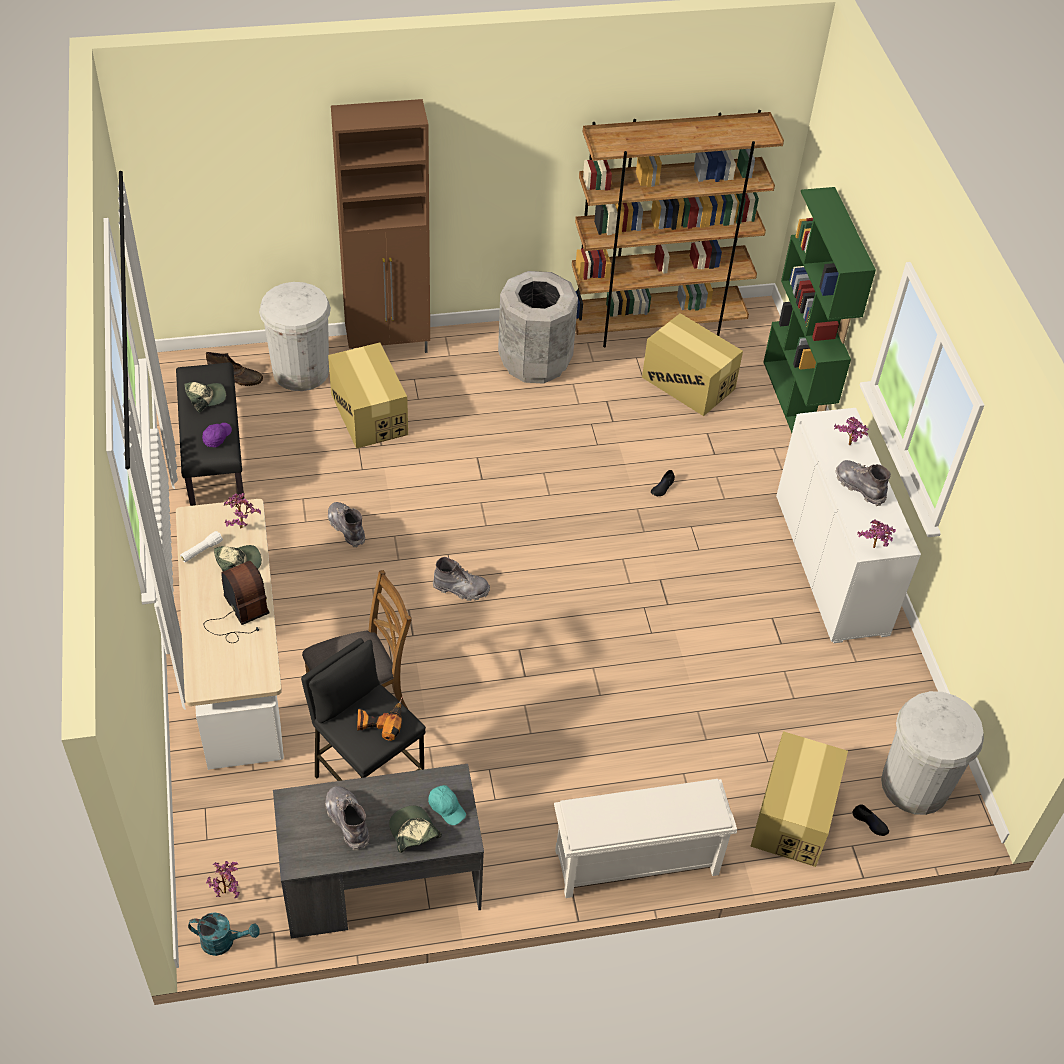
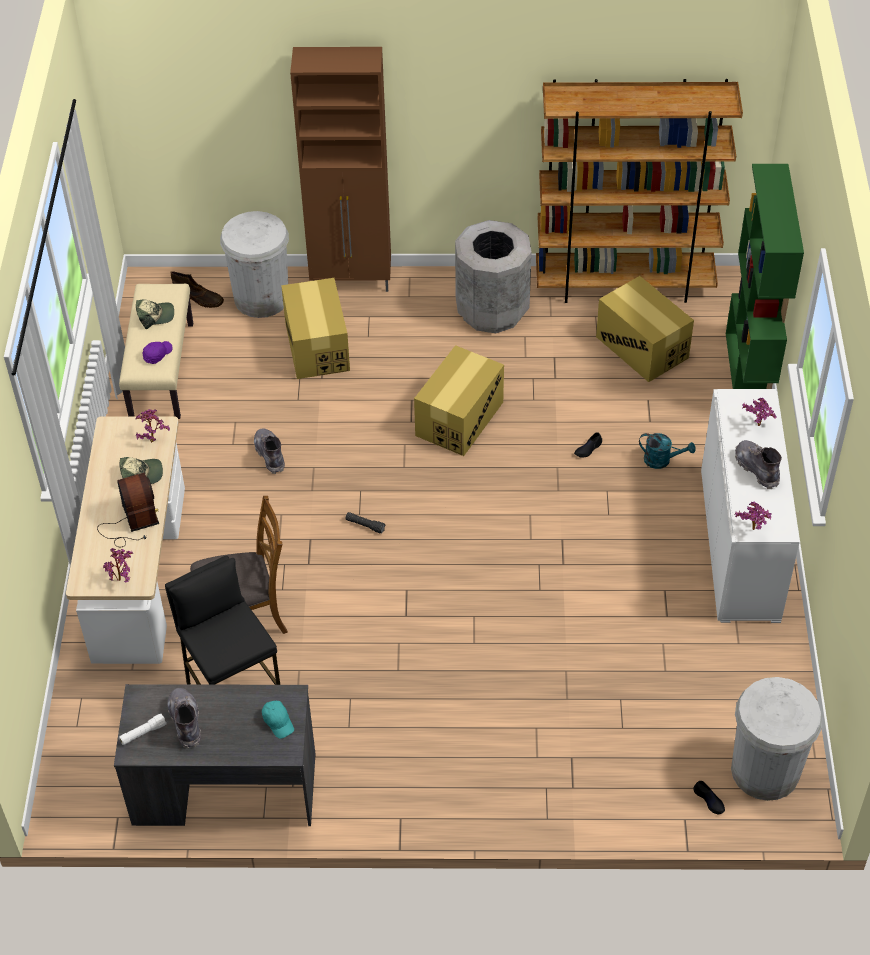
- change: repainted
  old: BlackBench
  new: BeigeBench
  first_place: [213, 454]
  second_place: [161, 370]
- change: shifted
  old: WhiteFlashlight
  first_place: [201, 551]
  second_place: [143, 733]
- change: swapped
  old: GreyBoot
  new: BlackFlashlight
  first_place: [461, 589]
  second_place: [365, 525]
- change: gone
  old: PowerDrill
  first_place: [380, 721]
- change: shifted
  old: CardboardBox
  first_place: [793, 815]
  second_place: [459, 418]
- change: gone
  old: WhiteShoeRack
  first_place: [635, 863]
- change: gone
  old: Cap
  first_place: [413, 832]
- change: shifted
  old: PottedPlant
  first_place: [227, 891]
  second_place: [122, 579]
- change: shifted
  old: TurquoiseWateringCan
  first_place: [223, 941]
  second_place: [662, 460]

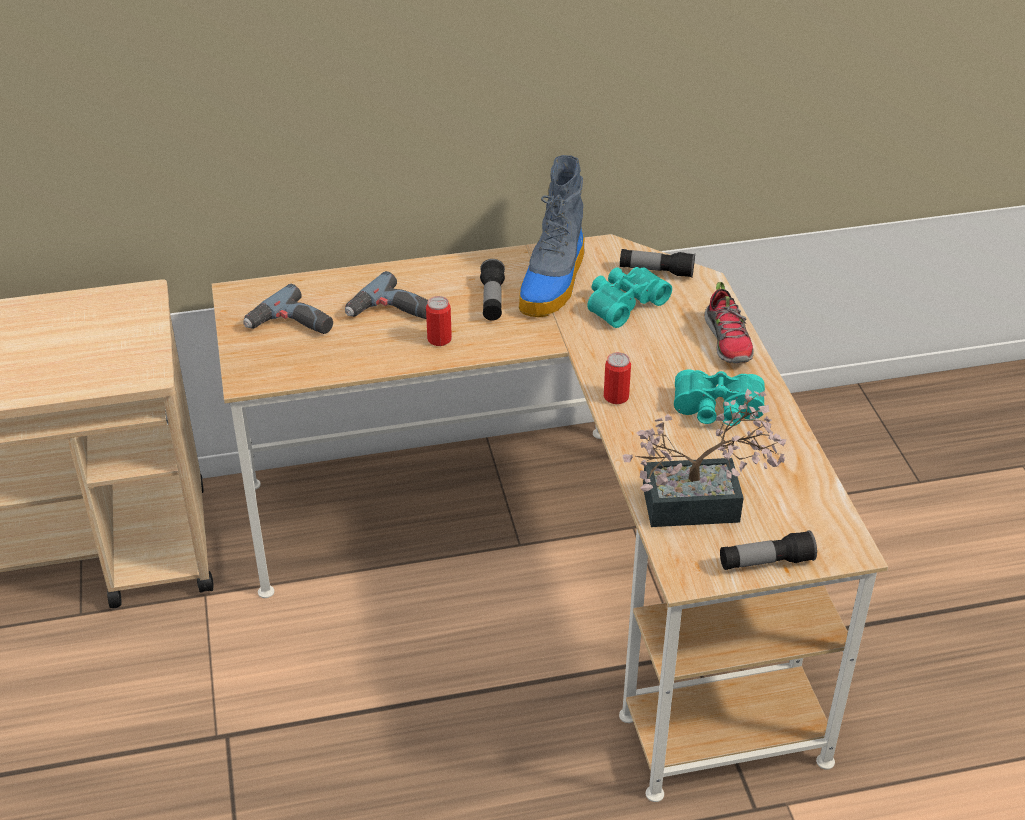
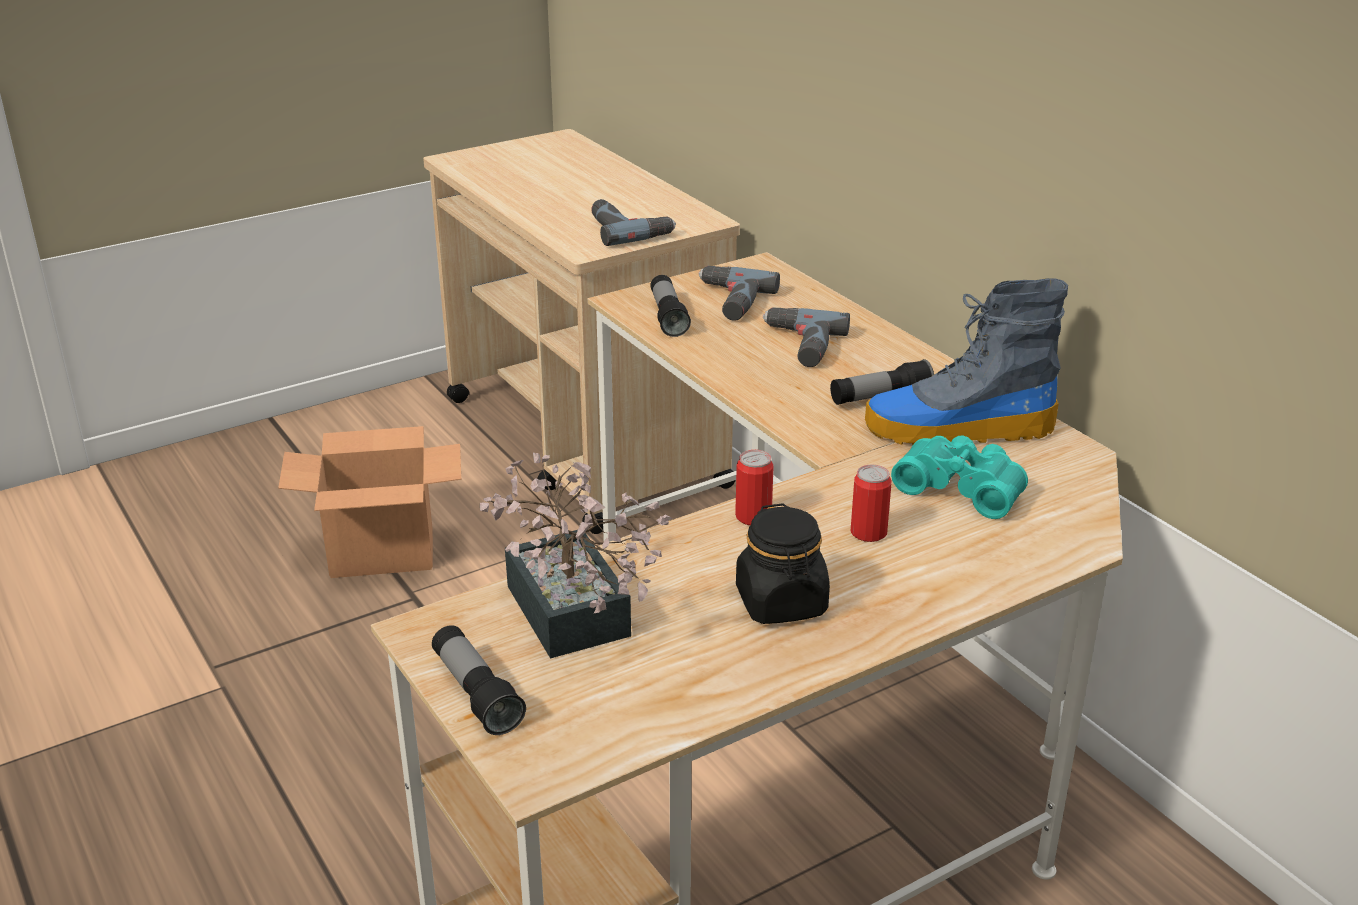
- change: shifted
  old: Flashlight
  first_place: [656, 271]
  second_place: [668, 317]
- change: gone
  old: Shoe
  first_place: [728, 341]
- change: shifted
  old: Can
  first_place: [439, 339]
  second_place: [868, 532]
- change: swapped
  old: TurquoiseBinoculars
  new: BlackJar
  first_place: [718, 411]
  second_place: [781, 603]
- change: new
  new: PowerDrill
  second_place: [628, 229]
- change: new
  new: CardboardBox
  second_place: [383, 553]

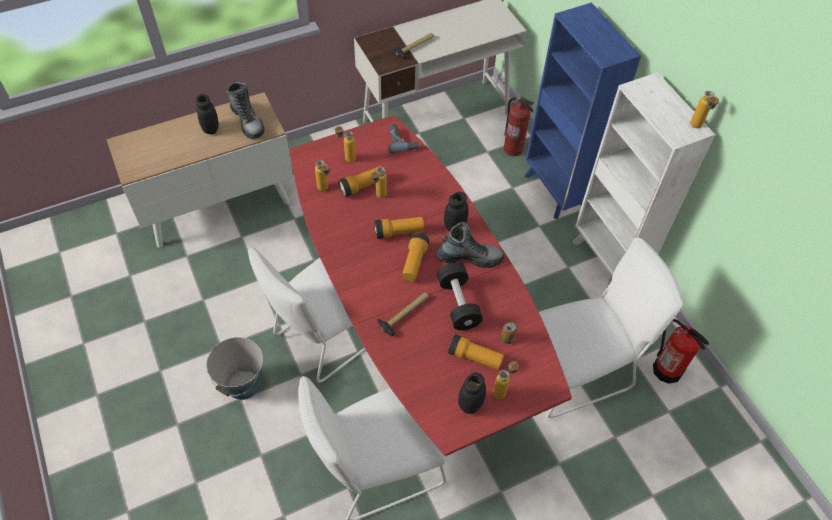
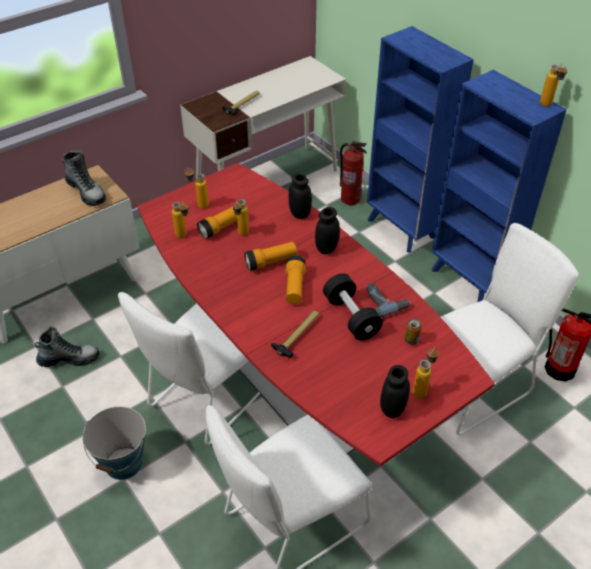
- change: repainted
  old: WhiteBookcase
  new: BlueBookcase
  first_place: [607, 260]
  second_place: [469, 281]
- change: shifted
  old: BlackJar
  first_place: [210, 129]
  second_place: [300, 213]
- change: shifted
  old: PowerDrill
  first_place: [402, 141]
  second_place: [385, 301]
- change: shifted
  old: Boot
  first_place: [469, 257]
  second_place: [69, 359]
- change: gone
  old: Flashlight
  first_place: [475, 357]

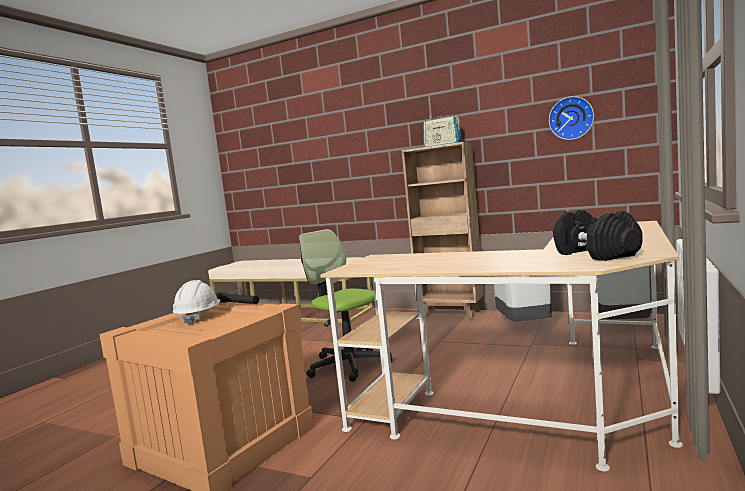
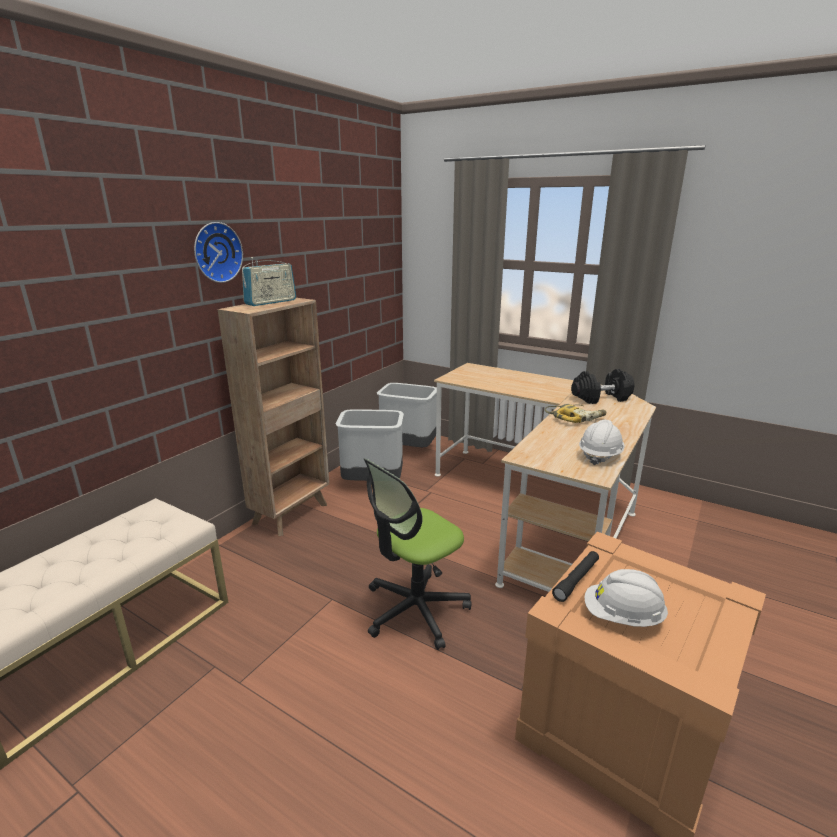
- change: shifted
  old: WallClock
  first_place: [571, 118]
  second_place: [216, 252]
- change: new
  new: PowerDrill
  second_place: [575, 417]
- change: new
  new: WhiteHardHat
  second_place: [600, 455]

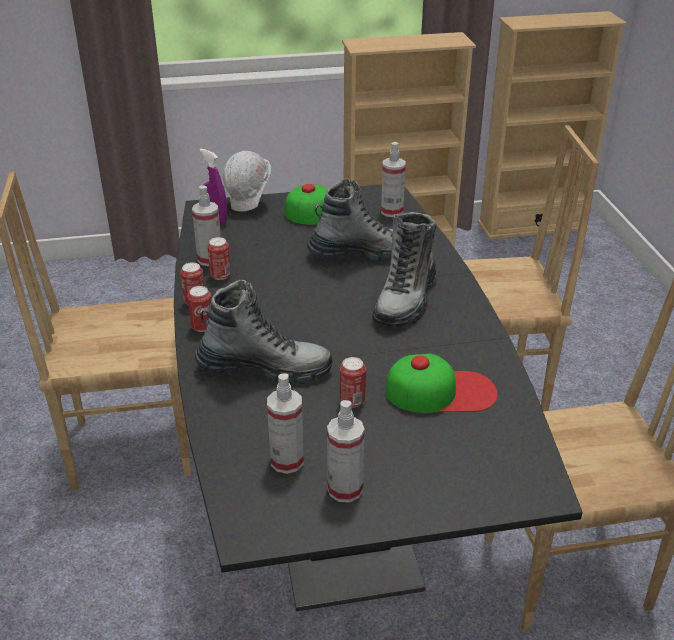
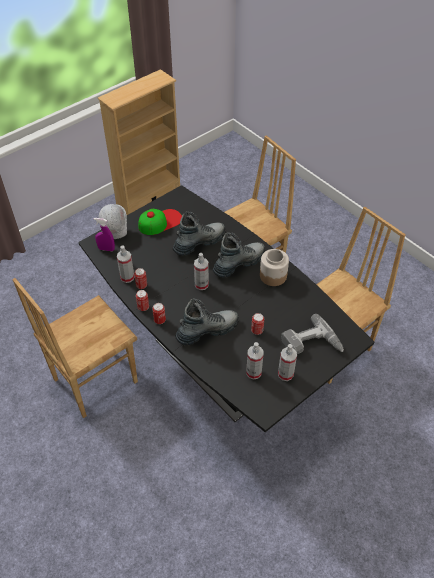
- change: gone
  old: BeigeBookcase
  first_place: [532, 226]
- change: shifted
  old: SprayBottle
  first_place: [392, 211]
  second_place: [201, 284]
- change: rotated
  old: Boot
  first_place: [406, 299]
  second_place: [239, 263]
  degrees: -120
- change: gone
  old: Cap
  first_place: [441, 391]
- change: new
  new: Jar
  second_place: [273, 275]
- change: new
  new: PowerDrill
  second_place: [312, 344]

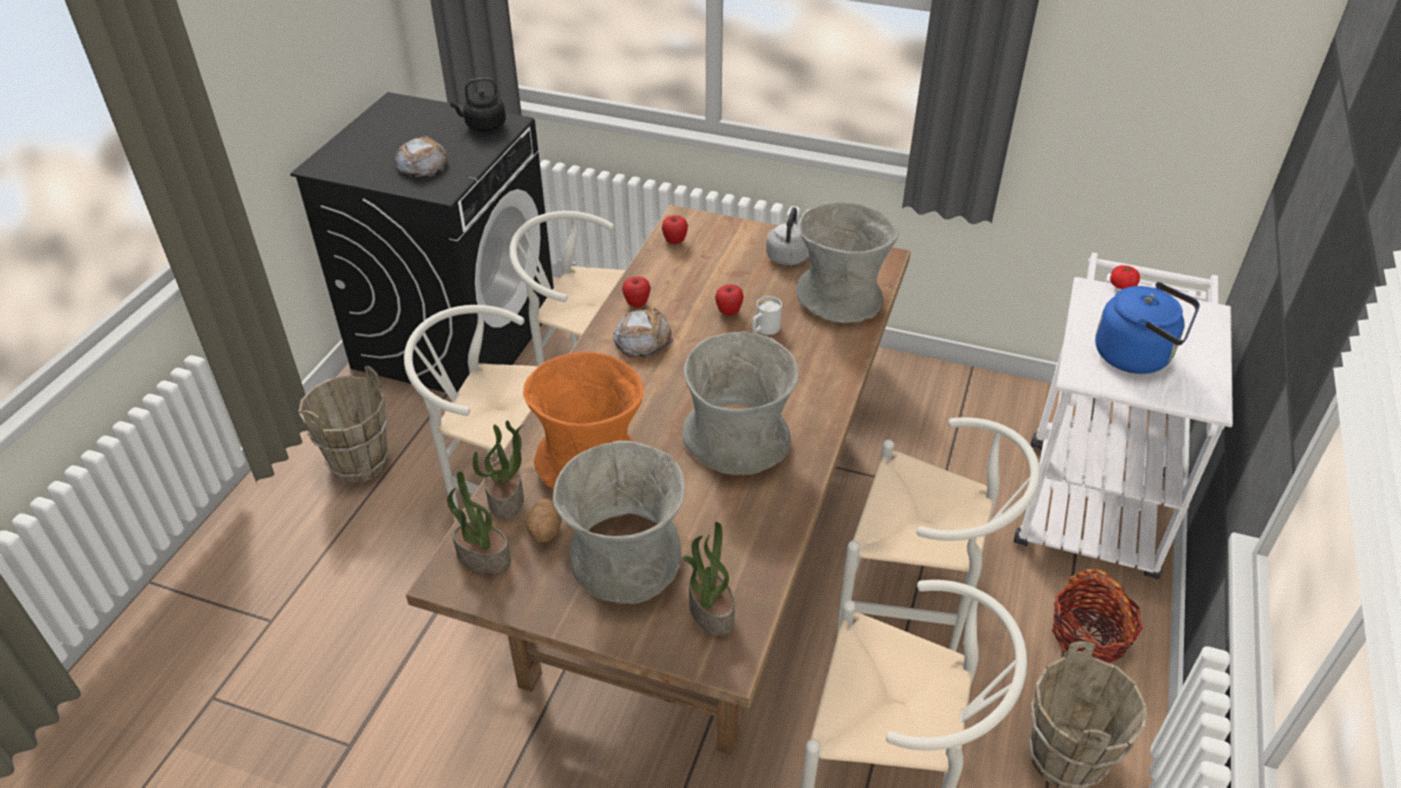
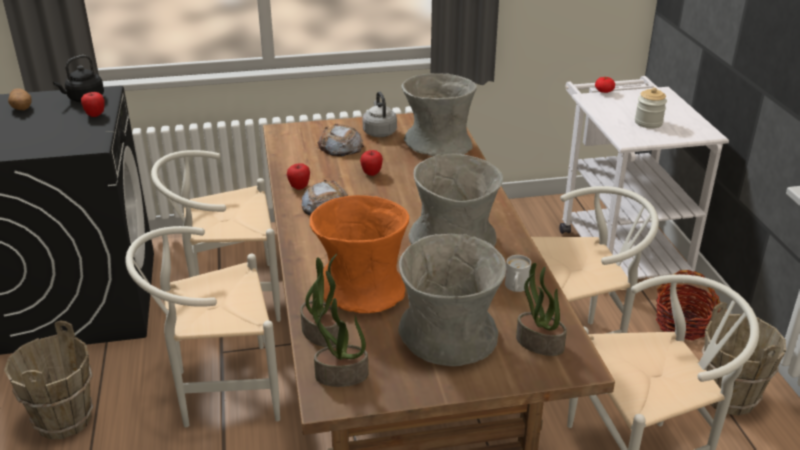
- change: shifted
  old: Bread
  first_place: [422, 164]
  second_place: [340, 146]
- change: shifted
  old: Apple
  first_place: [675, 241]
  second_place: [95, 115]
- change: swapped
  old: BlueKettle
  new: Jar
  first_place: [1137, 356]
  second_place: [648, 123]
- change: shifted
  old: WhiteMug
  first_place: [764, 330]
  second_place: [516, 288]
- change: shifted
  old: Potato
  first_place: [545, 532]
  second_place: [22, 108]

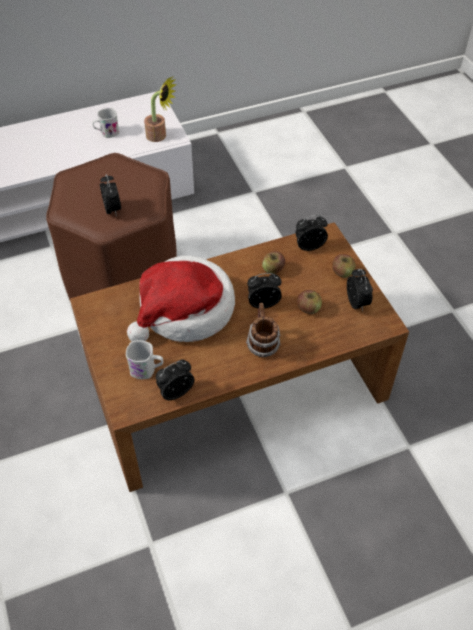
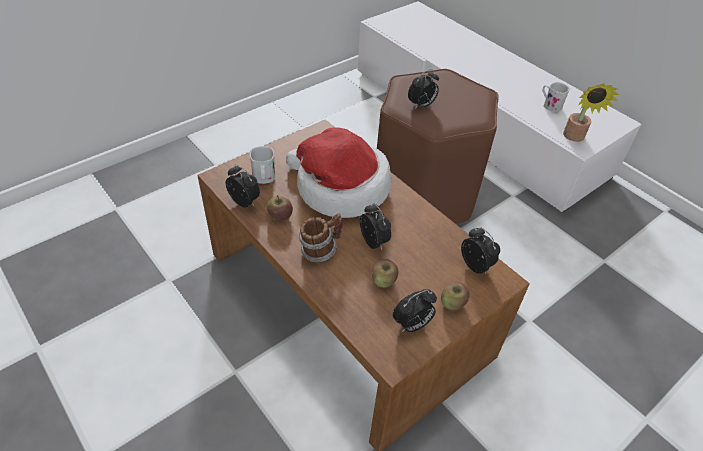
- change: shifted
  old: Apple
  first_place: [273, 269]
  second_place: [280, 216]

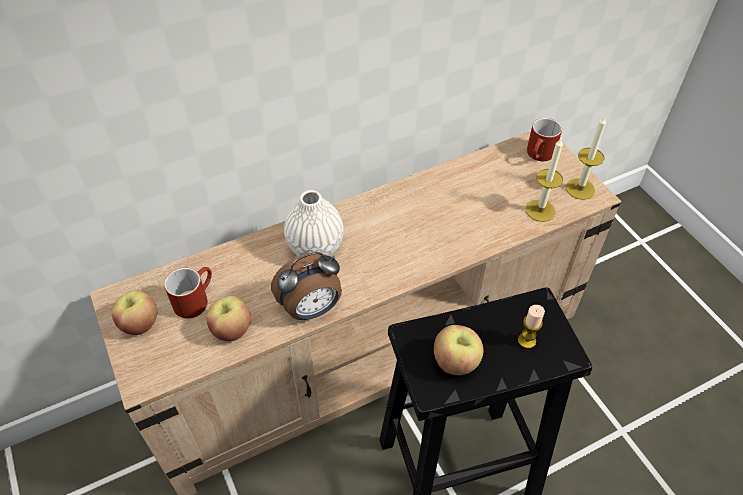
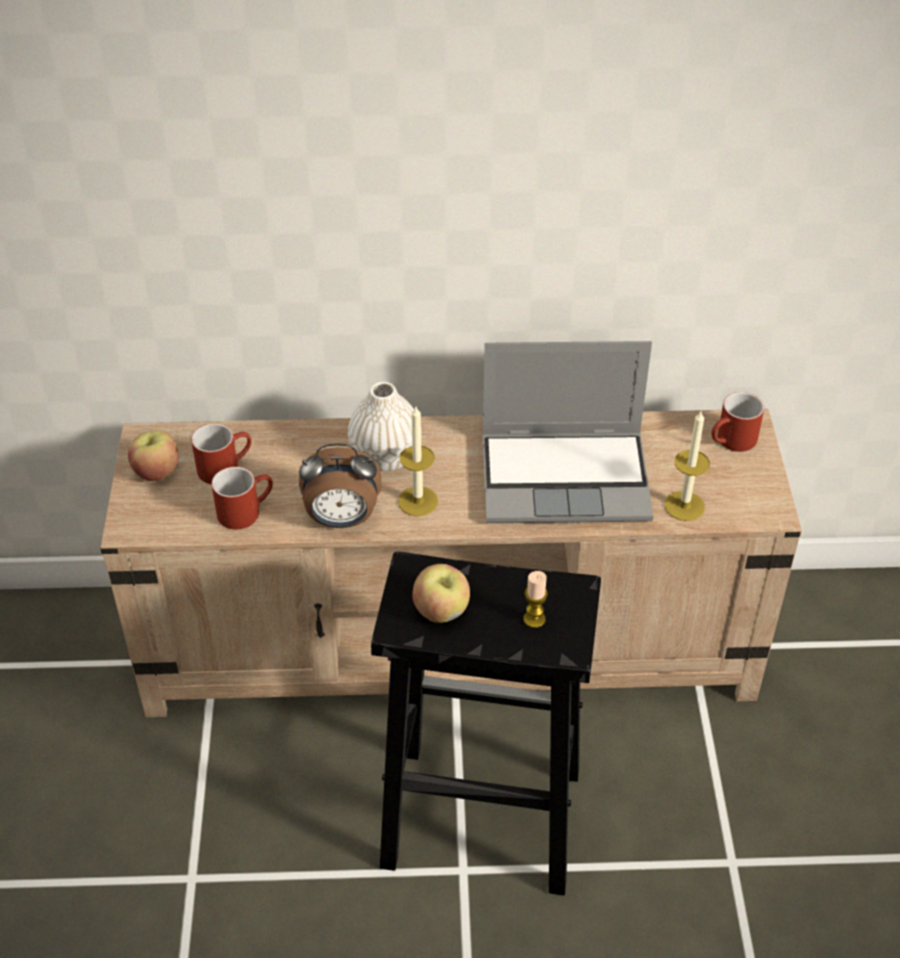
- change: shifted
  old: Candle
  first_place: [580, 189]
  second_place: [418, 501]
- change: swapped
  old: Apple
  new: RedMug
  first_place: [231, 329]
  second_place: [245, 510]
- change: new
  new: Laptop
  second_place: [567, 477]

